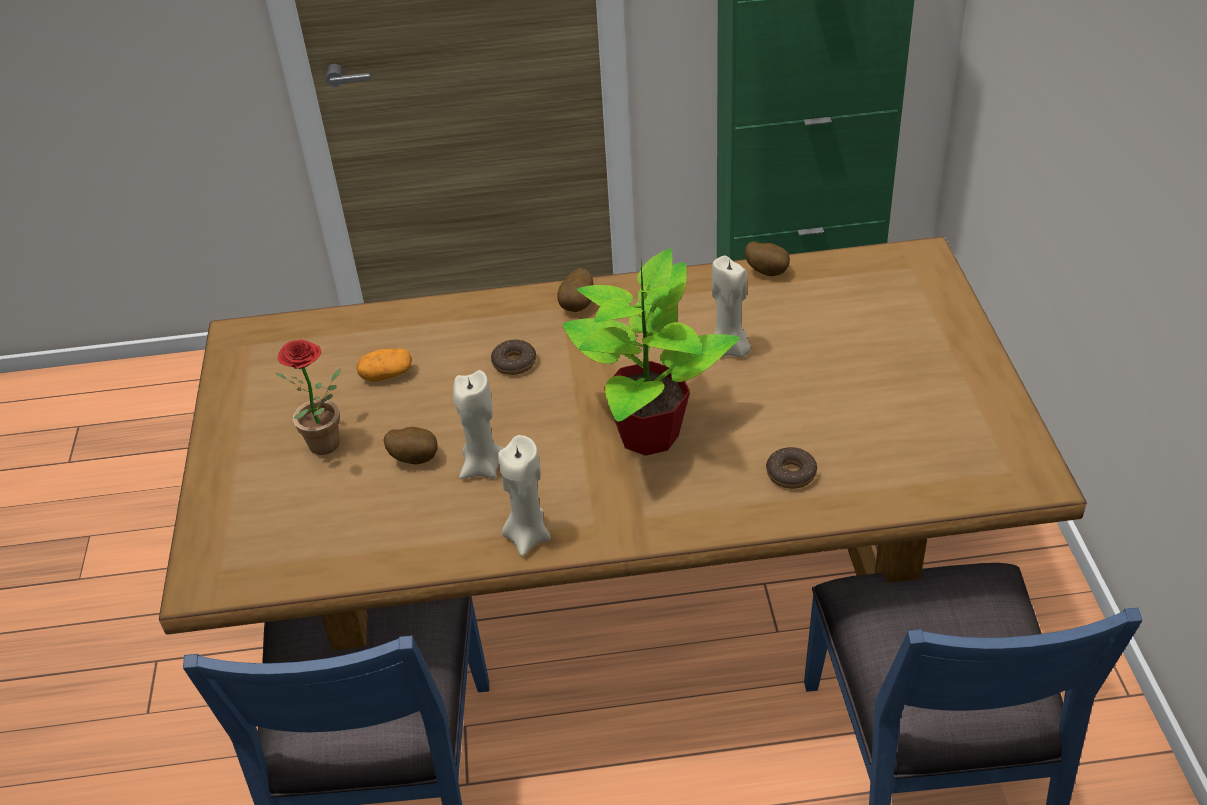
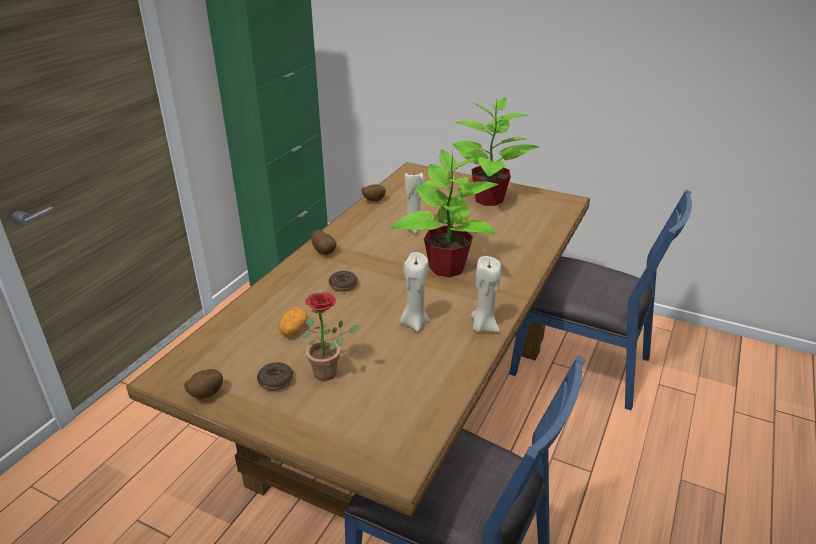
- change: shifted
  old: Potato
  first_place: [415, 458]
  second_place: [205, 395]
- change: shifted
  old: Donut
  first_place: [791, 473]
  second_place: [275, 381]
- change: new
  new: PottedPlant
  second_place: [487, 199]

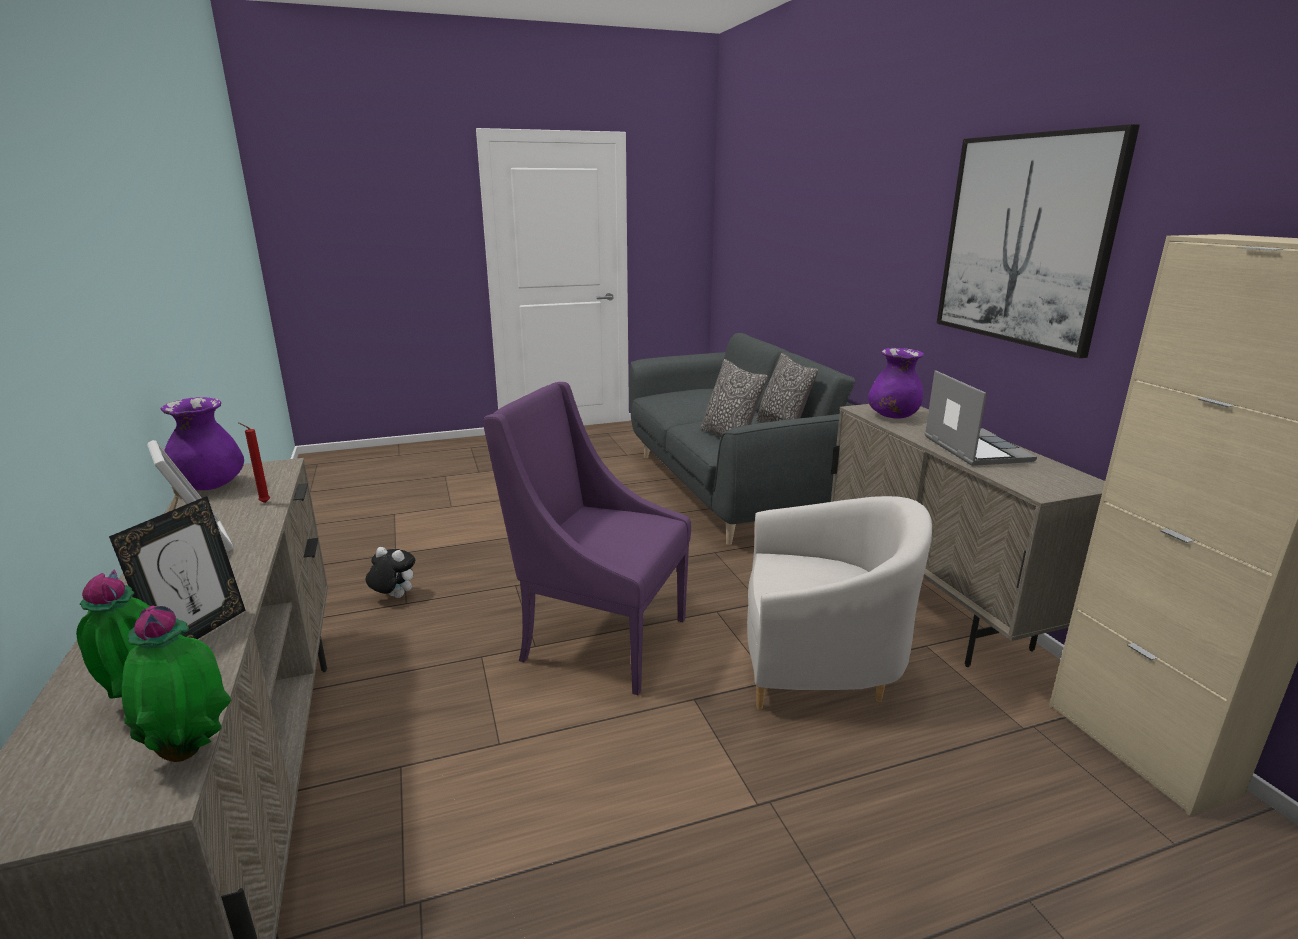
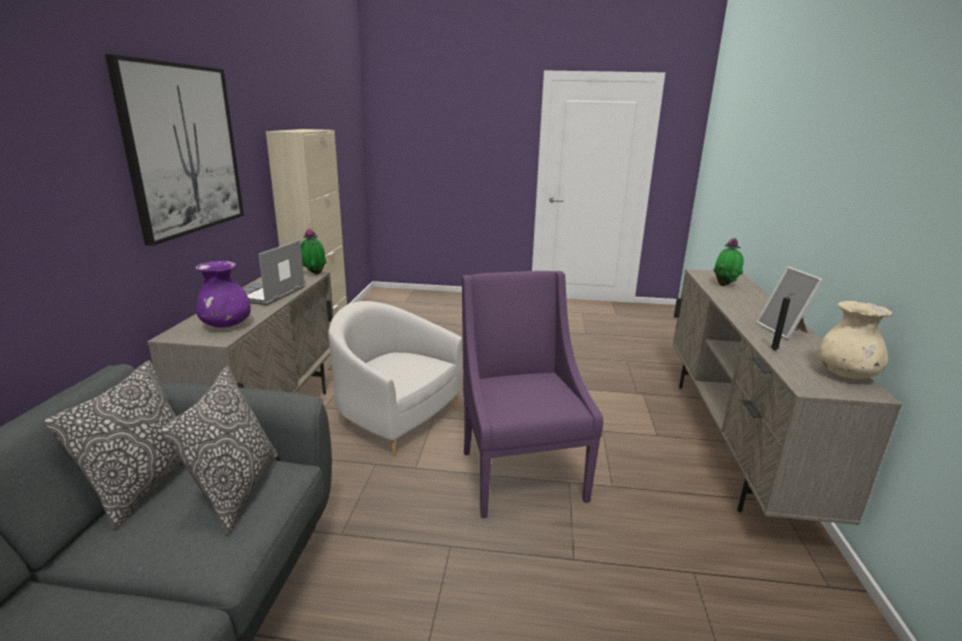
- change: rotated
  old: PurpleArmchair
  first_place: [599, 639]
  second_place: [519, 473]
  degrees: -150
- change: repainted
  old: PurpleVase
  new: BeigeVase
  first_place: [209, 486]
  second_place: [846, 375]
- change: repainted
  old: RedCandle
  new: BlackCandle
  first_place: [263, 503]
  second_place: [775, 350]
- change: gone
  old: PictureFrame
  first_place: [198, 633]
- change: gone
  old: PlushToy
  first_place: [393, 597]
- change: shifted
  old: PottedPlant
  first_place: [192, 750]
  second_place: [314, 274]

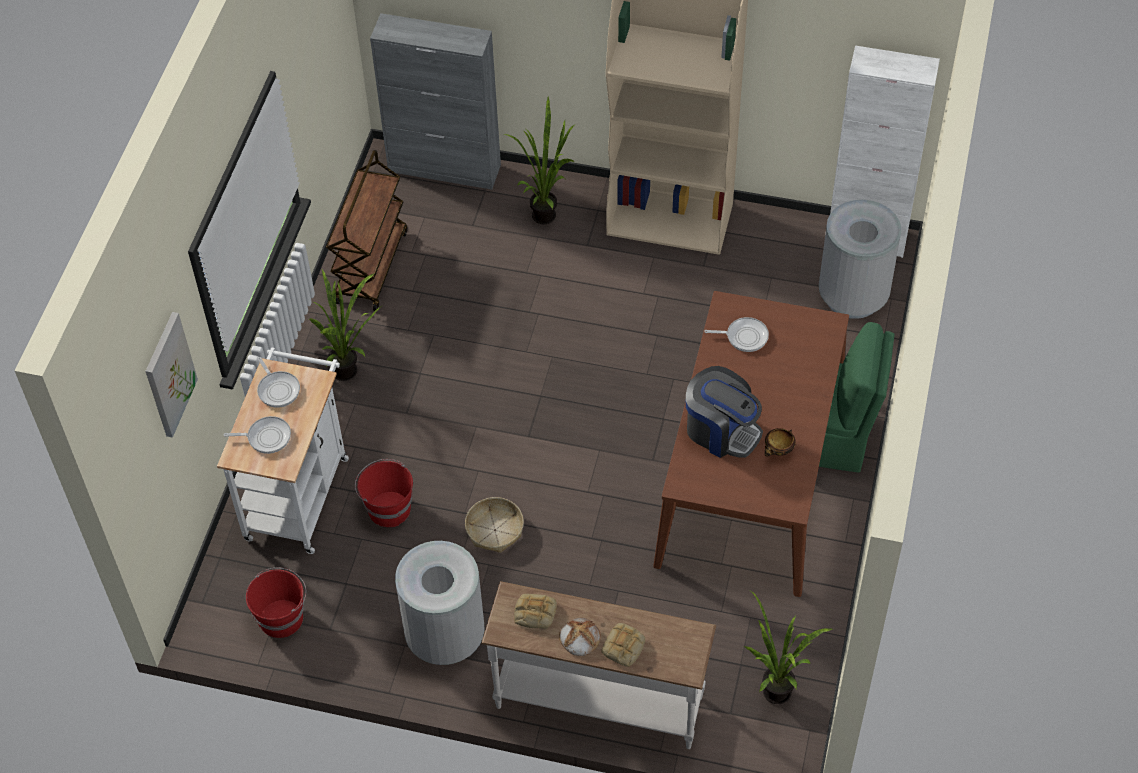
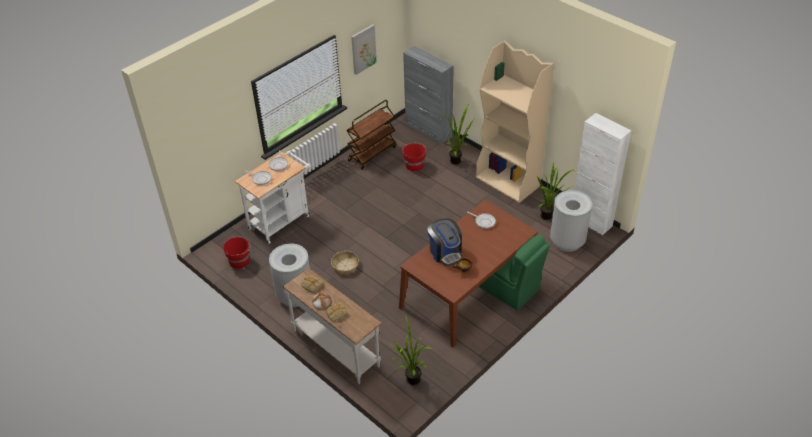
- change: shifted
  old: PottedPlant
  first_place: [351, 372]
  second_place: [549, 217]
- change: shifted
  old: Picture
  first_place: [169, 374]
  second_place: [363, 49]
- change: shifted
  old: RedBucket
  first_place: [388, 508]
  second_place: [414, 165]

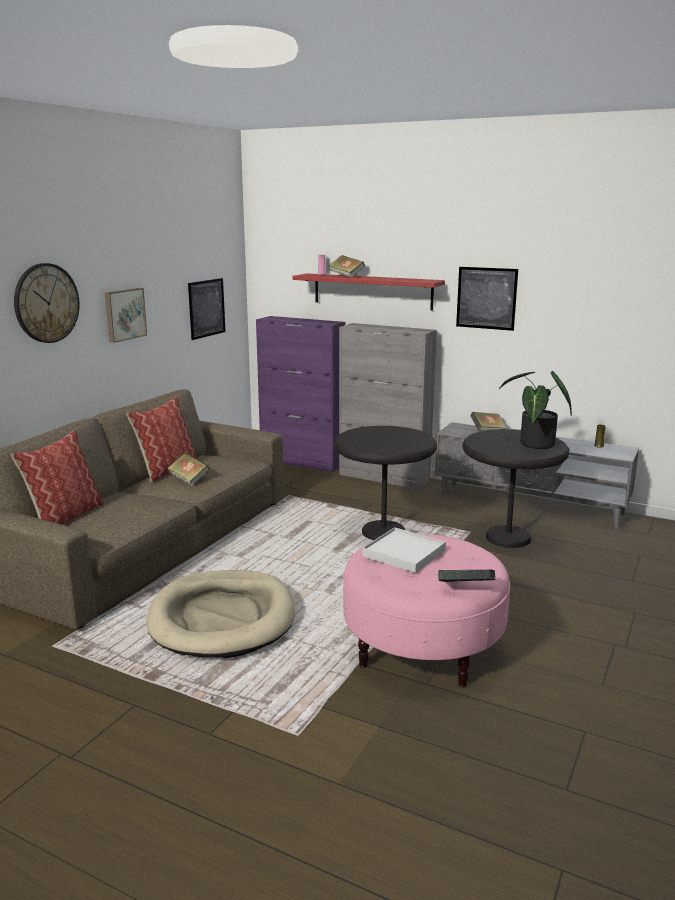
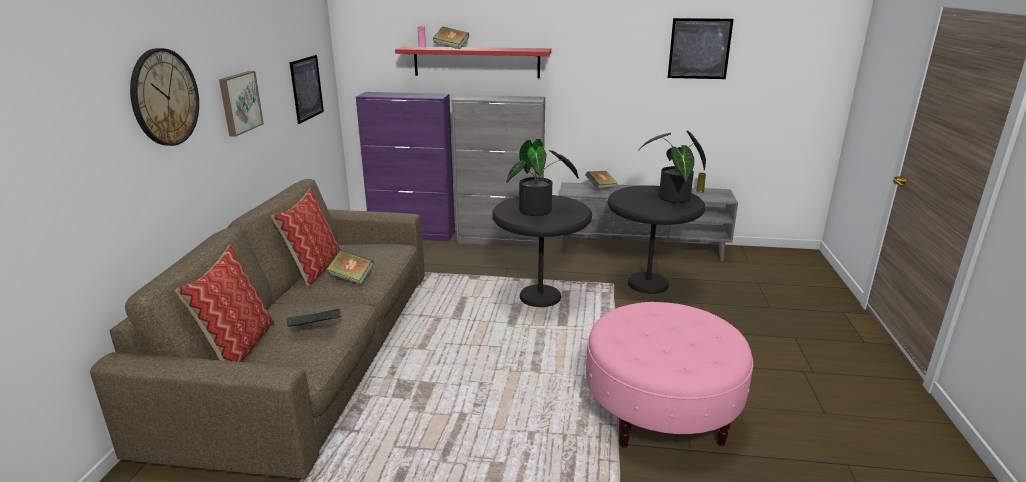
- change: shifted
  old: Picture
  first_place: [486, 298]
  second_place: [699, 48]
- change: gone
  old: WhiteTray
  first_place: [404, 553]
- change: shifted
  old: Book
  first_place: [466, 590]
  second_place: [316, 330]
- change: gone
  old: BeigeDogBed
  first_place: [222, 618]
- change: new
  new: PottedPlant
  second_place: [539, 211]

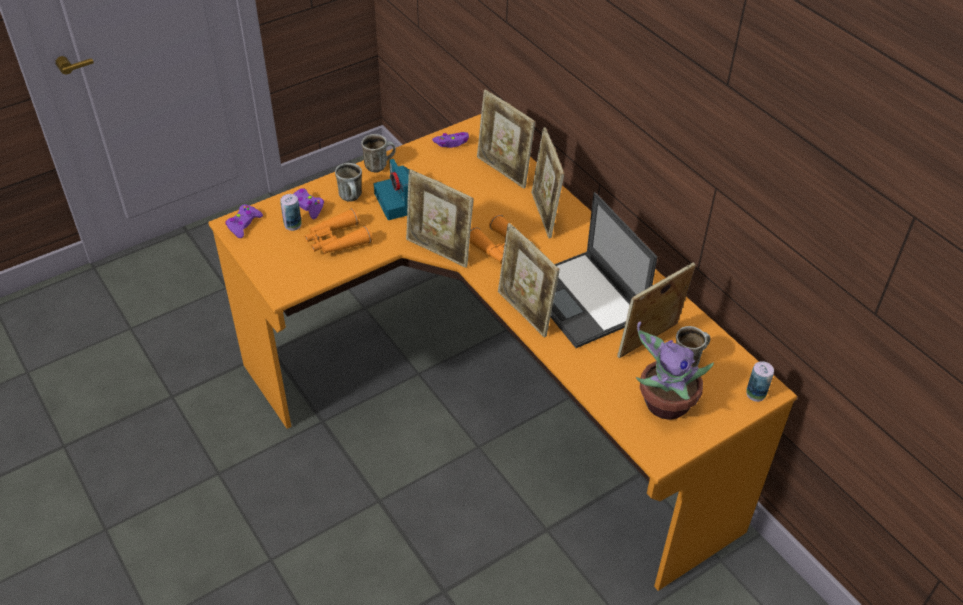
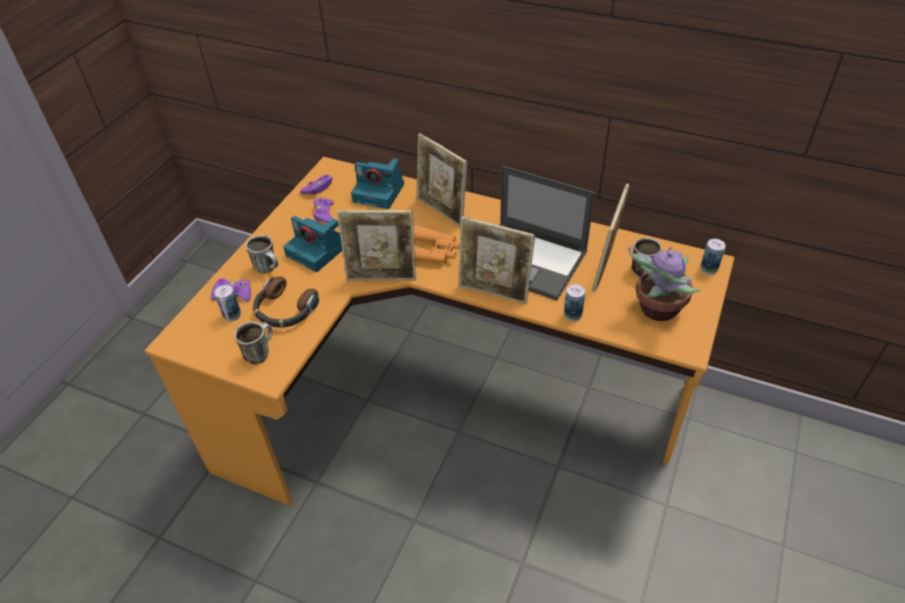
- change: swapped
  old: PictureFrame
  new: PhotoCamera
  first_place: [503, 171]
  second_place: [380, 192]
- change: shifted
  old: Mug
  first_place: [379, 165]
  second_place: [260, 352]
- change: shifted
  old: PurpleGameController
  first_place: [243, 224]
  second_place: [324, 214]
- change: swapped
  old: OrangeBinoculars
  new: Headphones
  first_place: [336, 241]
  second_place: [285, 310]
- change: new
  new: Can
  second_place: [572, 315]

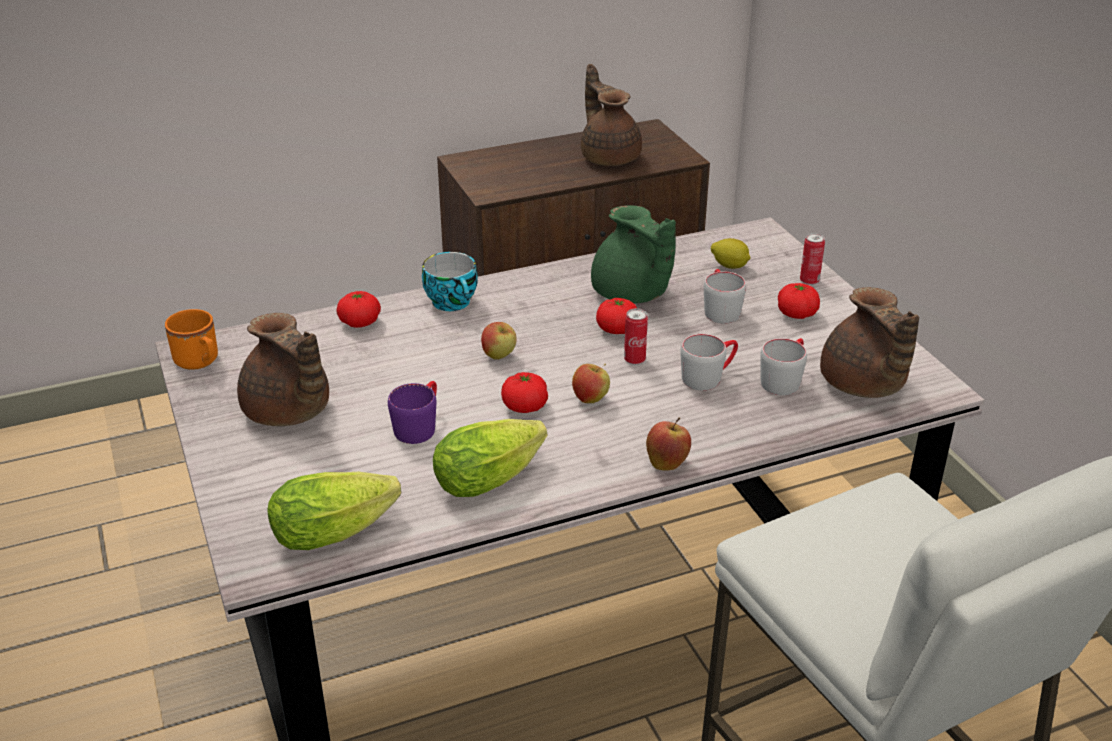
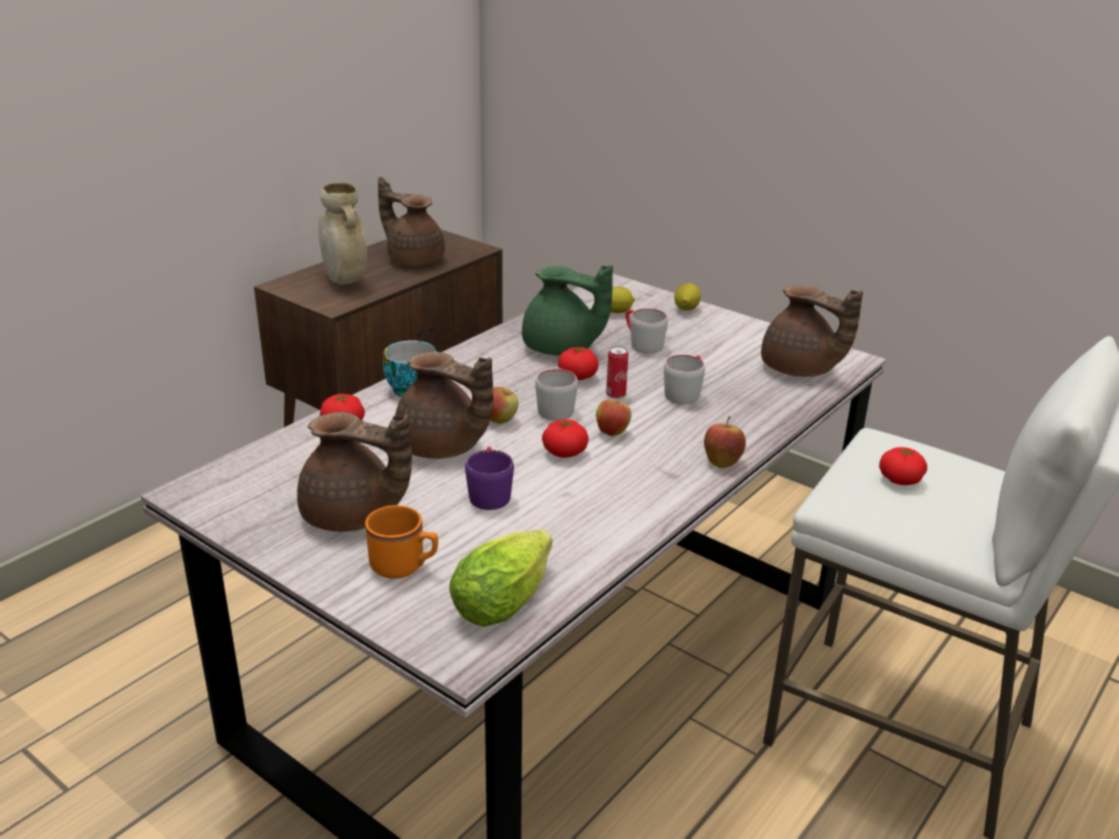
- change: swapped
  old: Can
  new: Lemon
  first_place: [809, 281]
  second_place: [685, 309]
- change: shifted
  old: Tomato
  first_place: [796, 314]
  second_place: [900, 480]
- change: shifted
  old: OrangeMug
  first_place: [200, 362]
  second_place: [404, 567]
- change: shifted
  old: GreyMug
  first_place: [784, 379]
  second_place: [556, 407]
- change: gone
  old: Lettuce
  first_place: [494, 475]
- change: new
  new: BeigeVase
  second_place: [344, 281]
- change: new
  new: BrownTeapot
  second_place: [441, 448]

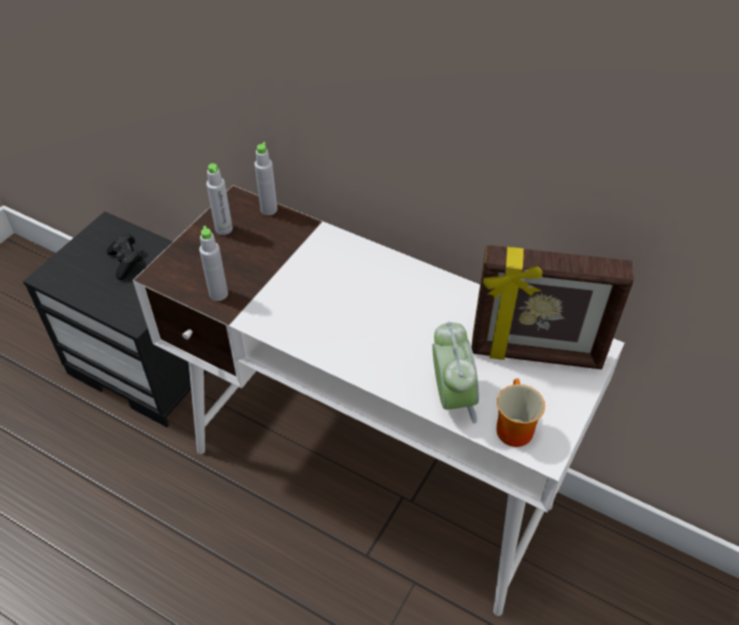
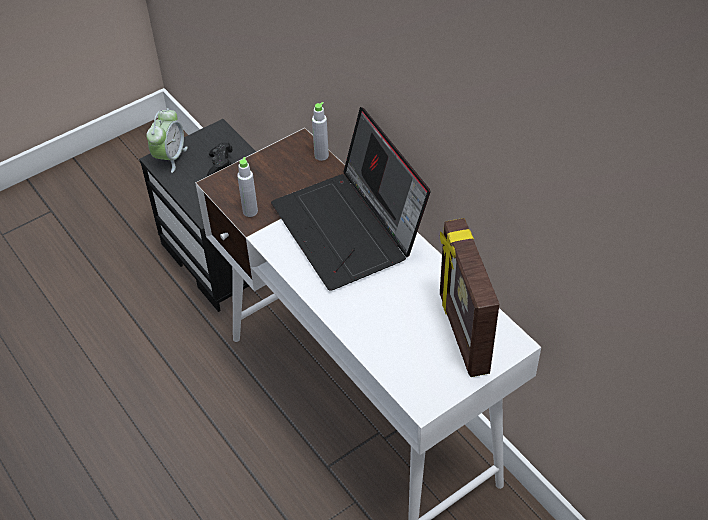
- change: gone
  old: GreyBottle
  first_place: [224, 229]
- change: rotated
  old: PictureFrame
  first_place: [535, 355]
  second_place: [462, 333]
  degrees: 45
- change: shifted
  old: AlarmClock
  first_place: [452, 398]
  second_place: [170, 157]
- change: gone
  old: Mug
  first_place: [511, 427]
- change: new
  new: Laptop
  second_place: [350, 229]

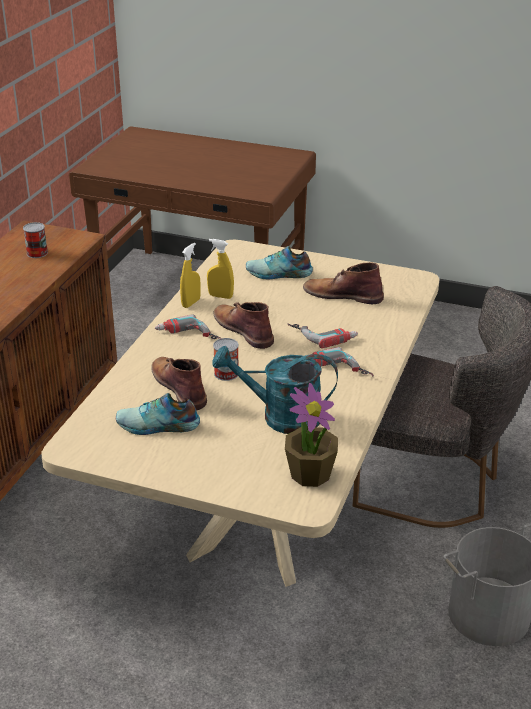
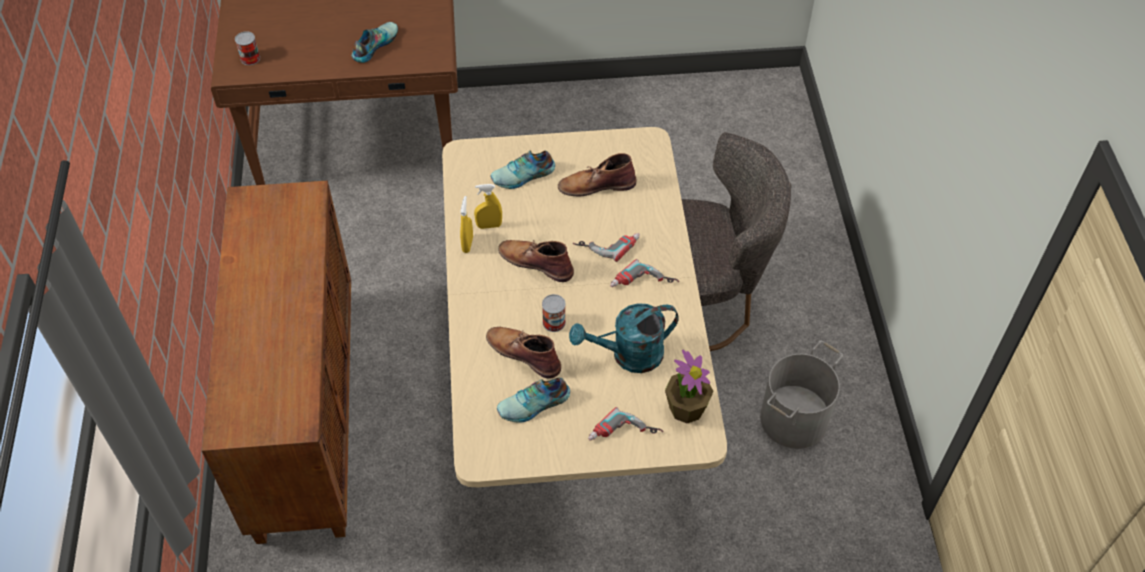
- change: shifted
  old: Can
  first_place: [37, 253]
  second_place: [250, 58]
- change: shifted
  old: PowerDrill
  first_place: [187, 337]
  second_place: [624, 437]
- change: new
  new: Shoe
  second_place: [374, 45]

